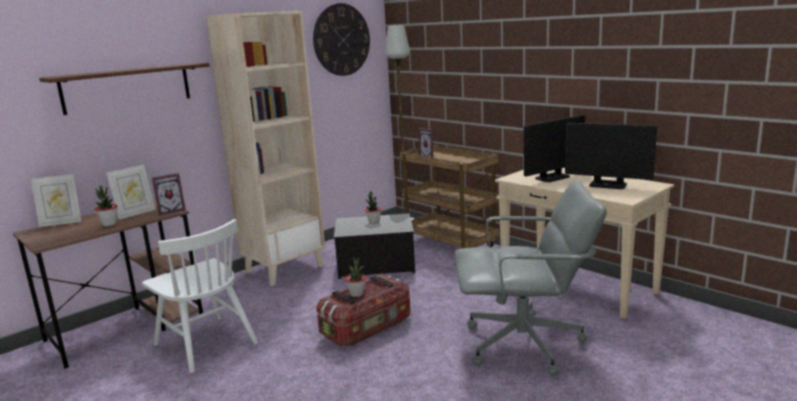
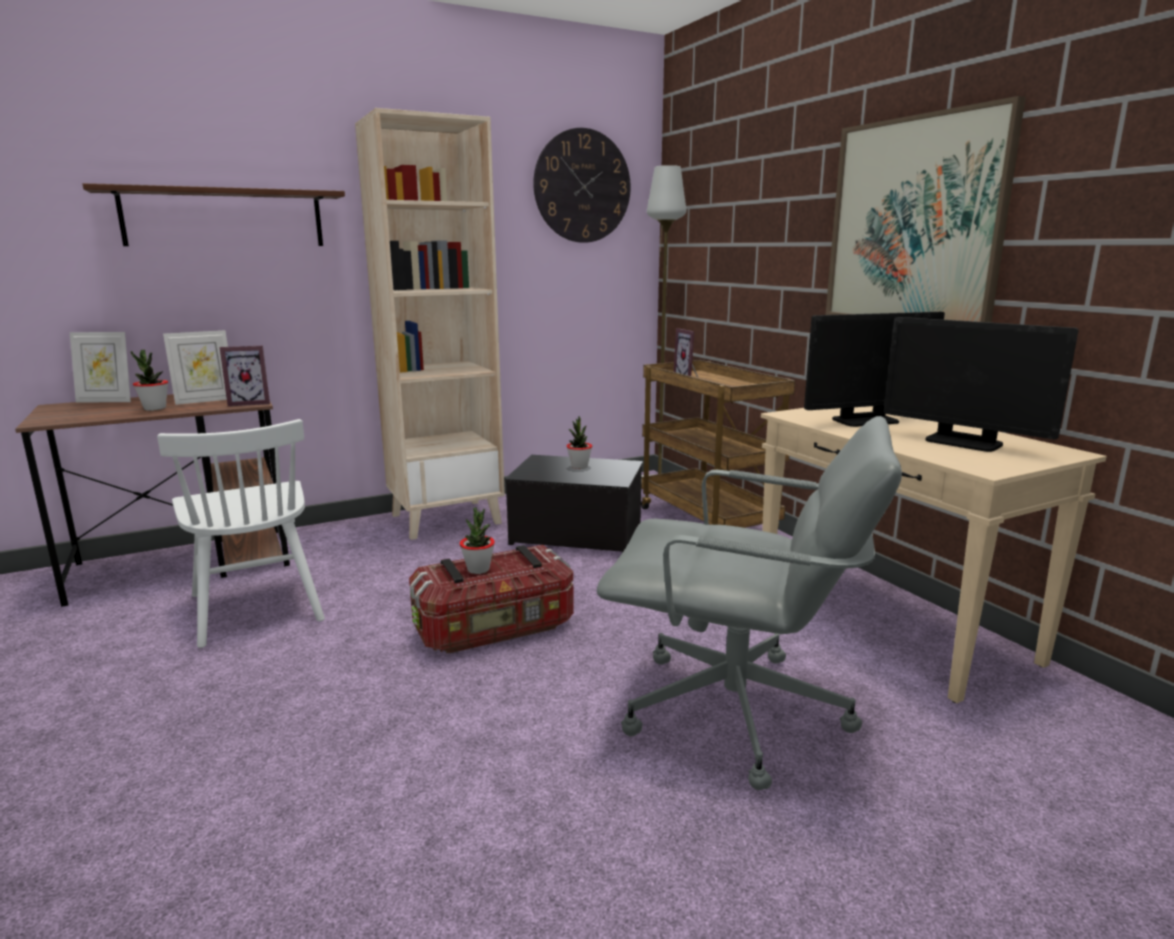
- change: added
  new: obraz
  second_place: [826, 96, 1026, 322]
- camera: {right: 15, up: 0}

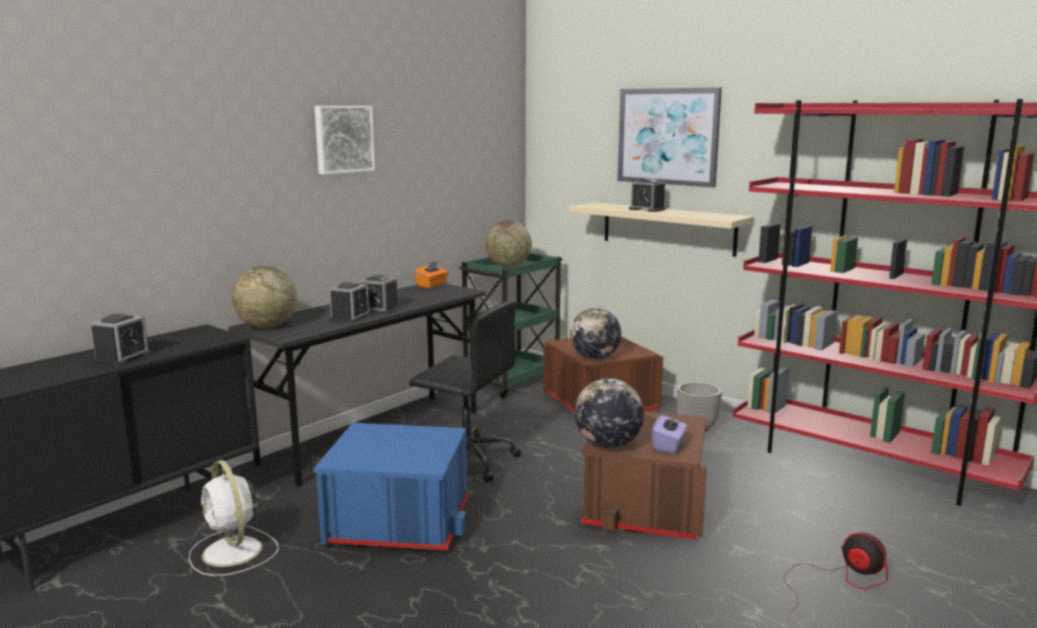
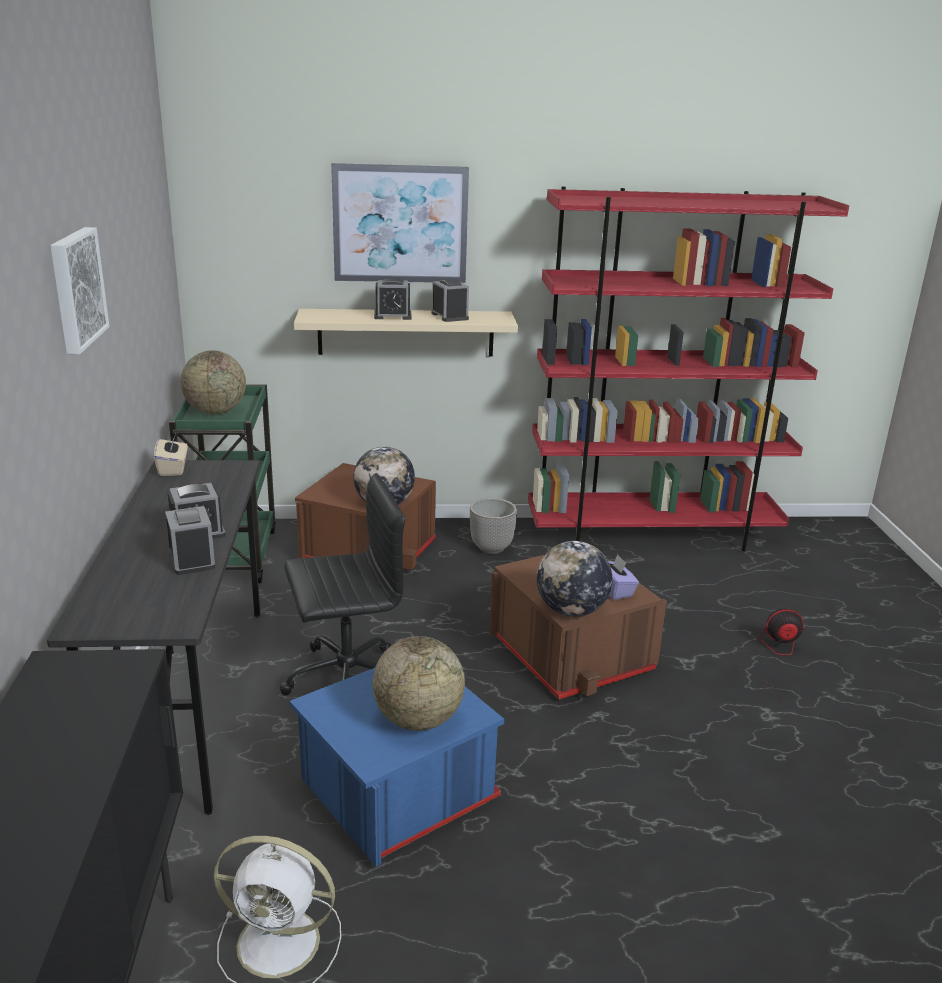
- change: moved
  old: budzik
  first_place: [90, 314, 151, 366]
  second_place: [432, 279, 469, 322]
- change: moved
  old: globus
  first_place: [232, 266, 297, 328]
  second_place: [372, 636, 465, 731]
- change: recoloured
  old: pudełko chusteczek [pomarańczowy]
  new: pudełko chusteczek [beżowy]
  first_place: [414, 261, 449, 288]
  second_place: [154, 434, 188, 476]
- camera: {right: -45, up: 10}

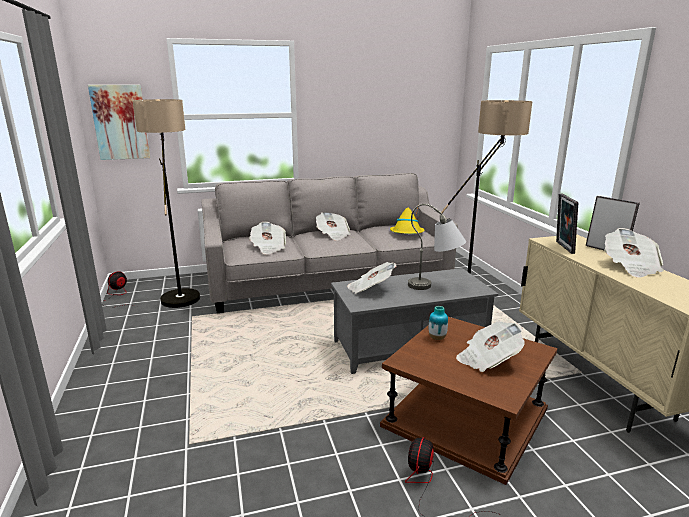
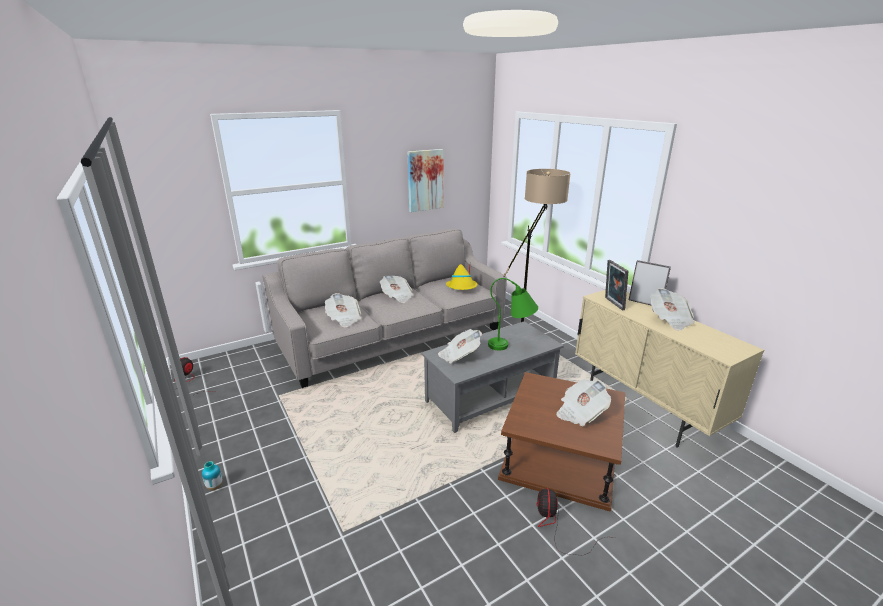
- change: removed
  old: lampa stojąca
  first_place: [132, 99, 200, 308]
- change: moved
  old: obraz
  first_place: [88, 85, 150, 160]
  second_place: [408, 149, 444, 212]
- change: moved
  old: wazon
  first_place: [429, 306, 448, 340]
  second_place: [202, 461, 223, 490]
- change: recoloured
  old: lampa stołowa [szary]
  new: lampa stołowa [zielony]
  first_place: [408, 204, 466, 290]
  second_place: [488, 278, 538, 351]
- camera: {right: -15, up: 5}

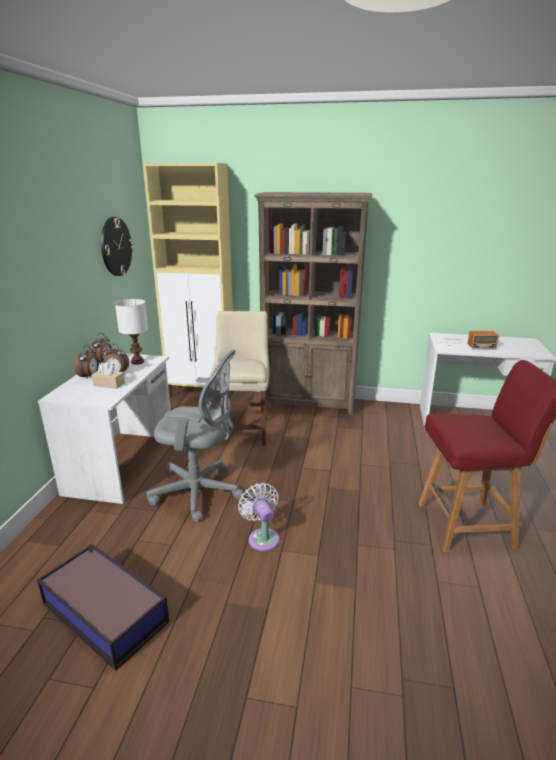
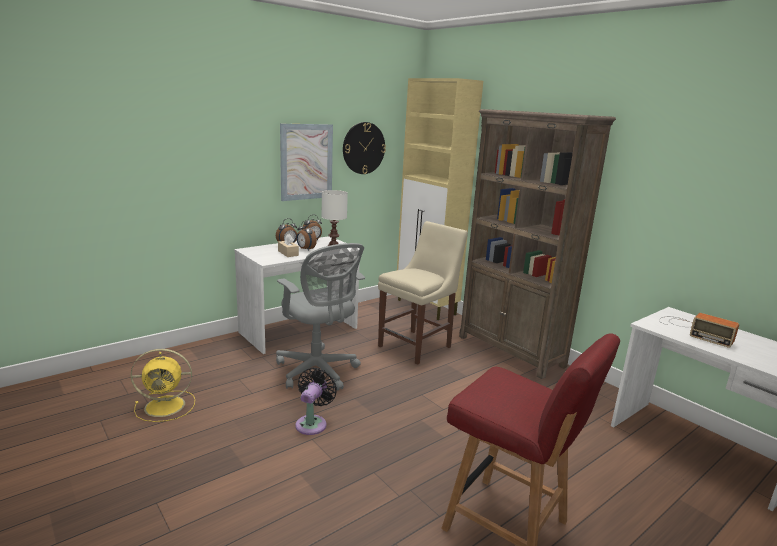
- change: added
  new: obraz
  second_place: [280, 124, 333, 201]
- change: replaced
  old: pojemnik do przechowywania
  new: wentylator [żółty]
  first_place: [37, 544, 169, 671]
  second_place: [130, 349, 195, 422]
- change: recoloured
  old: wentylator [biały]
  new: wentylator [czarny]
  first_place: [238, 483, 280, 552]
  second_place: [295, 368, 337, 435]
- camera: {right: 40, up: -5}

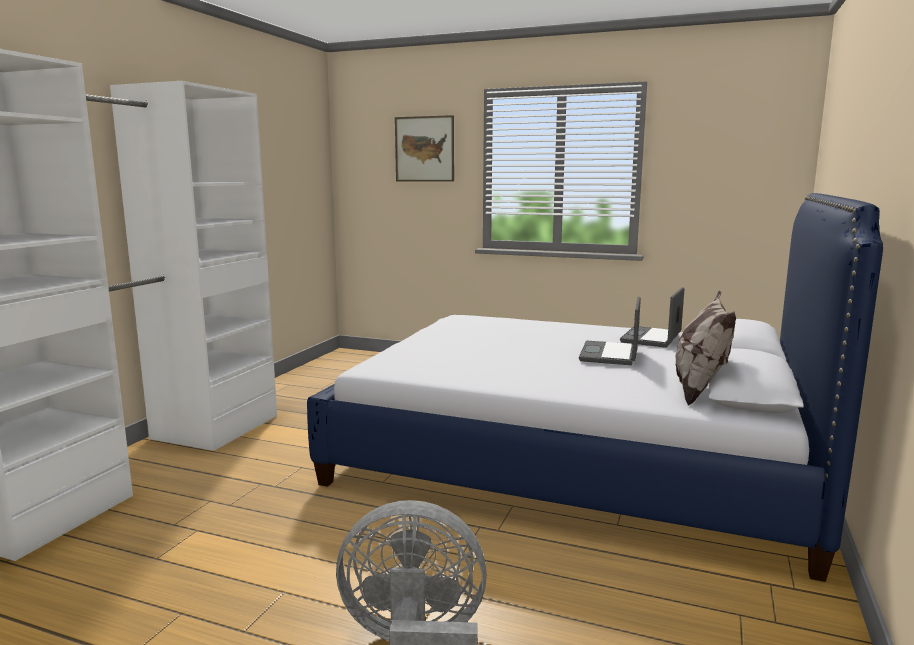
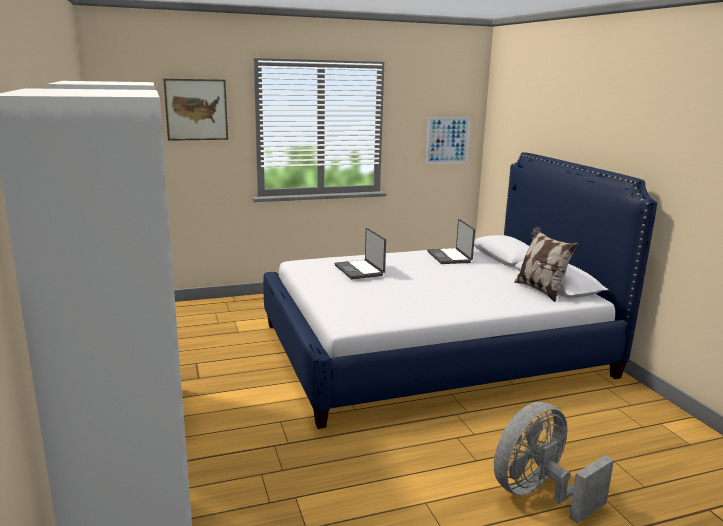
- change: added
  new: obraz
  second_place: [426, 117, 470, 164]
- change: moved
  old: laptop
  first_place: [579, 297, 641, 365]
  second_place: [334, 228, 386, 279]
- camera: {right: -40, up: 5}

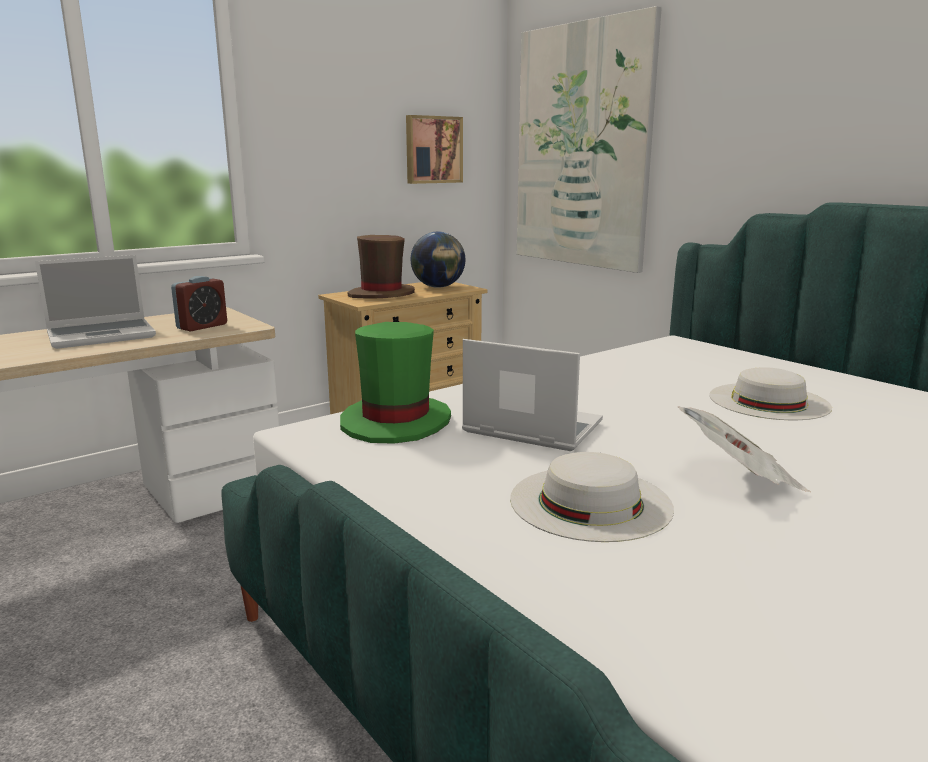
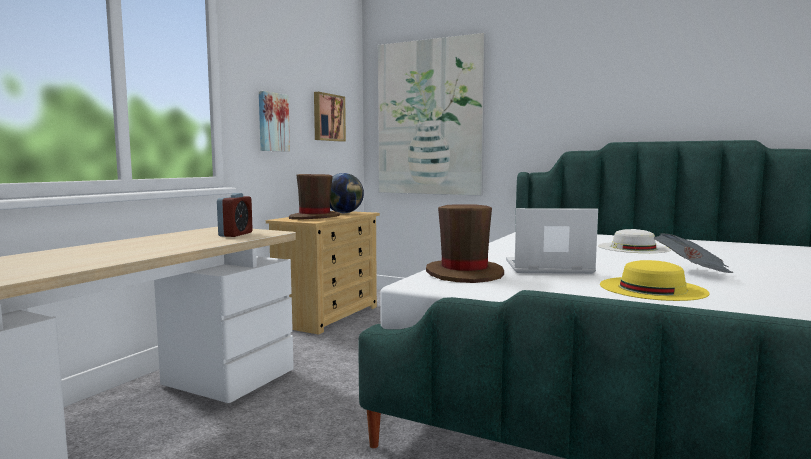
- change: removed
  old: laptop
  first_place: [35, 255, 156, 349]
- change: added
  new: obraz
  second_place: [259, 91, 290, 152]
- change: recoloured
  old: kapelusz [zielony]
  new: kapelusz [brązowy]
  first_place: [340, 322, 451, 444]
  second_place: [426, 204, 504, 283]
- change: recoloured
  old: kapelusz [biały]
  new: kapelusz [żółty]
  first_place: [510, 452, 674, 542]
  second_place: [600, 260, 710, 301]
- camera: {right: -25, up: -10}

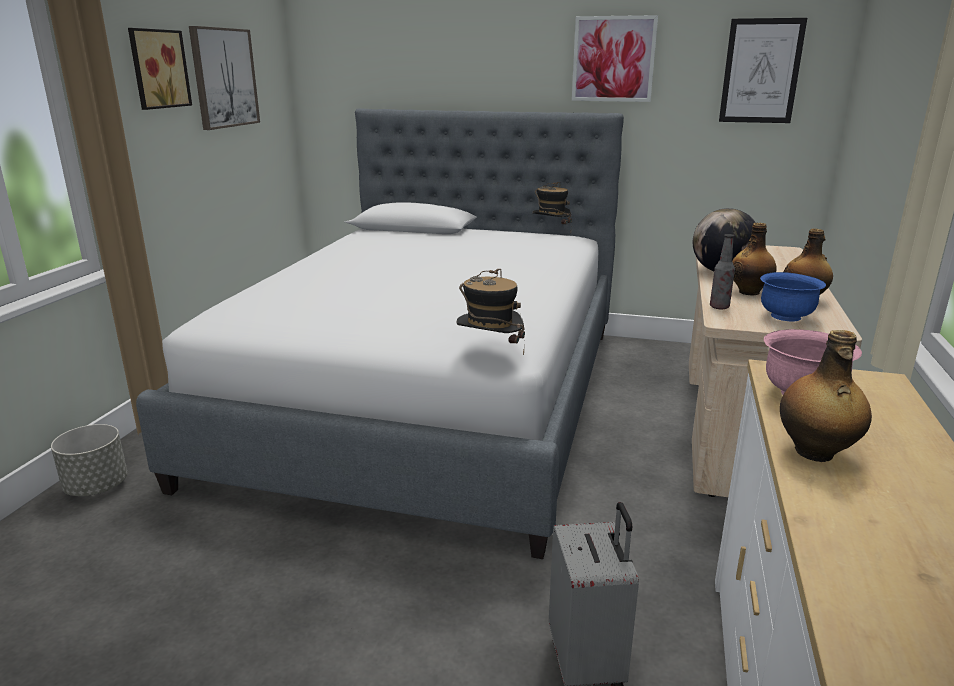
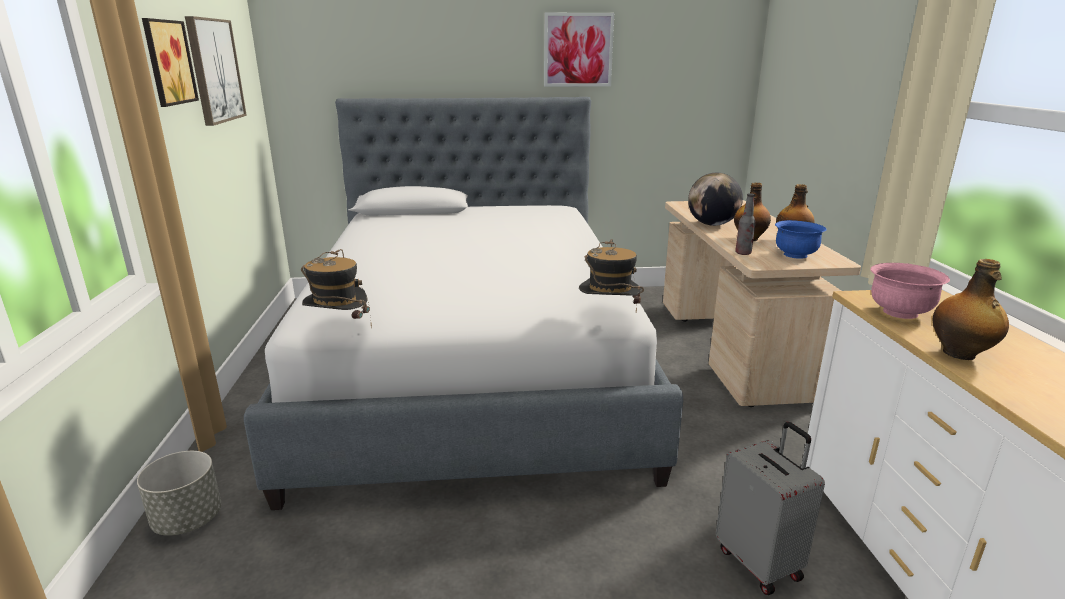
- change: removed
  old: obraz
  first_place: [719, 18, 807, 123]
- change: moved
  old: kapelusz
  first_place: [532, 182, 572, 225]
  second_place: [301, 249, 372, 328]
- camera: {right: -20, up: 0}

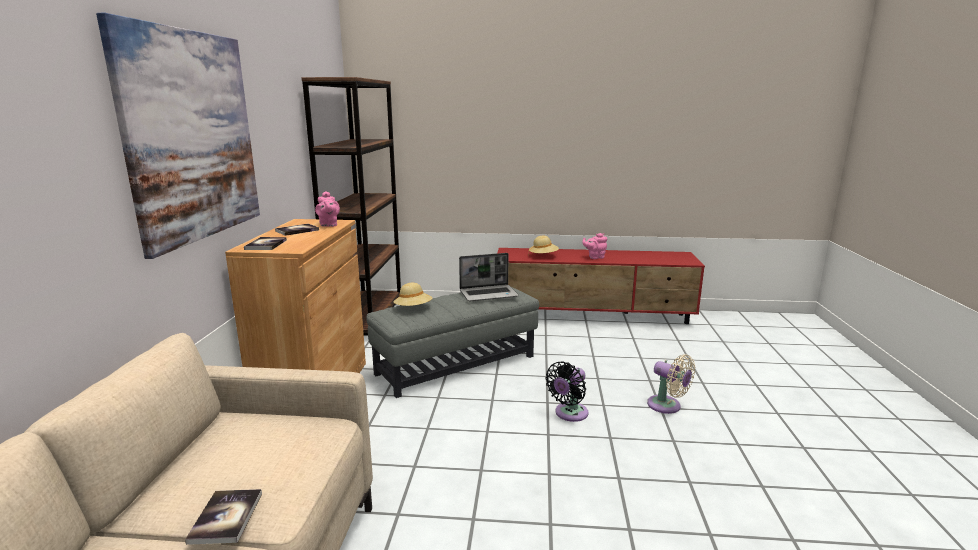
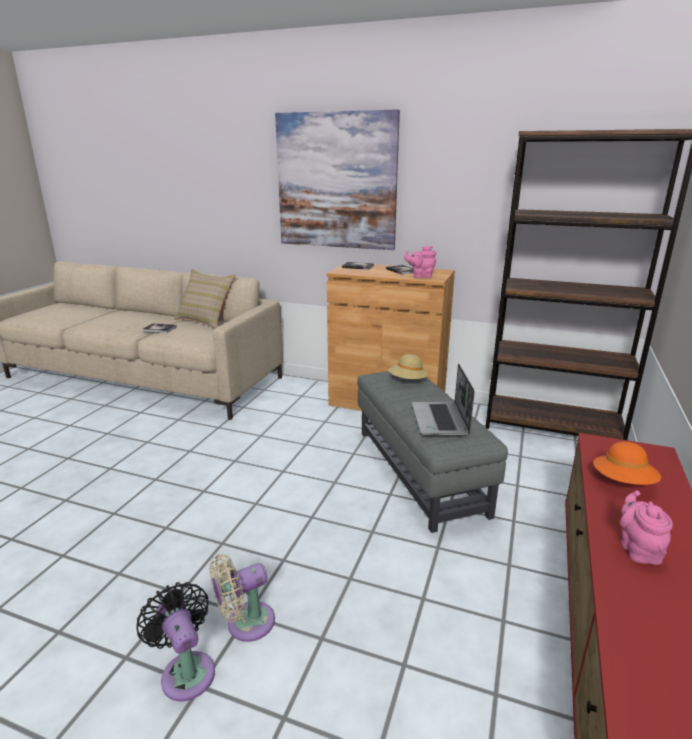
- change: added
  new: poduszka [beżowy]
  second_place: [174, 269, 236, 329]
- change: moved
  old: wentylator [czarny]
  first_place: [545, 361, 588, 422]
  second_place: [136, 582, 215, 701]
- change: recoloured
  old: kapelusz [beżowy]
  new: kapelusz [pomarańczowy]
  first_place: [529, 236, 559, 253]
  second_place: [593, 441, 661, 485]
- camera: {right: 105, up: 5}

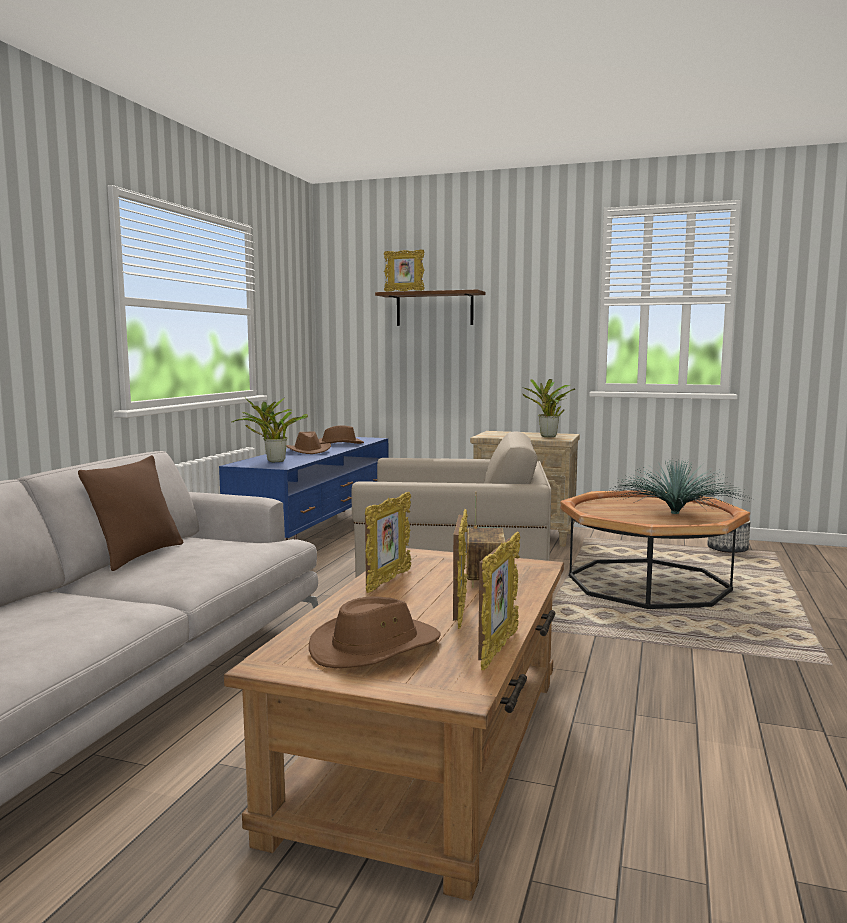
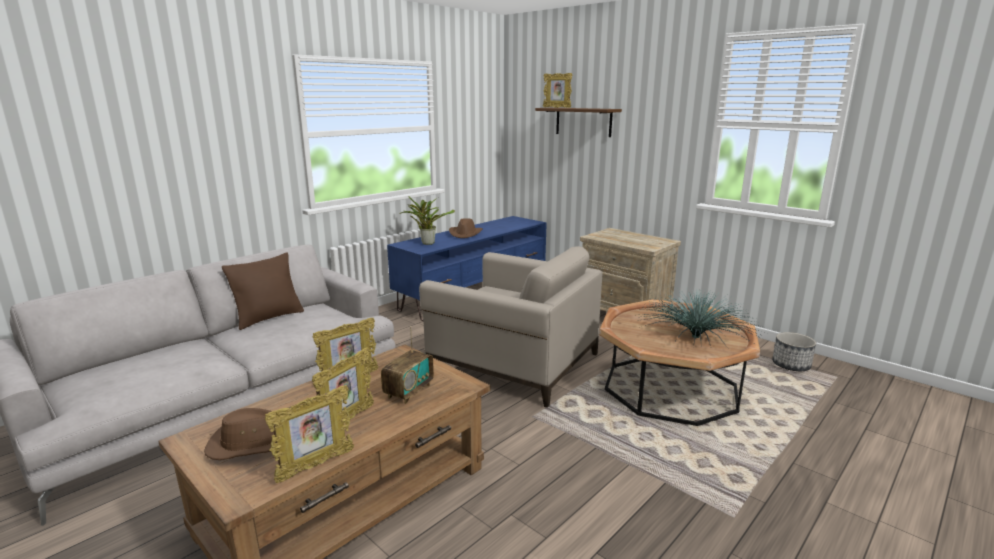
- change: removed
  old: kapelusz [brązowy]
  first_place: [319, 425, 364, 444]
- change: removed
  old: roślina doniczkowa
  first_place: [522, 379, 575, 437]
- camera: {right: 25, up: 10}

